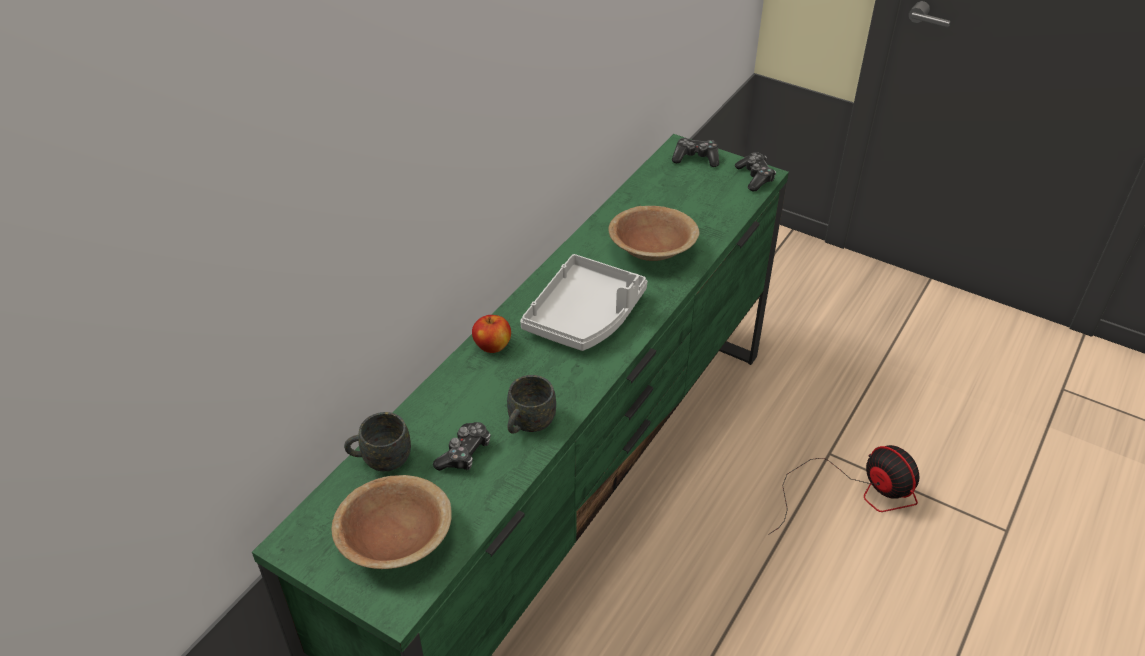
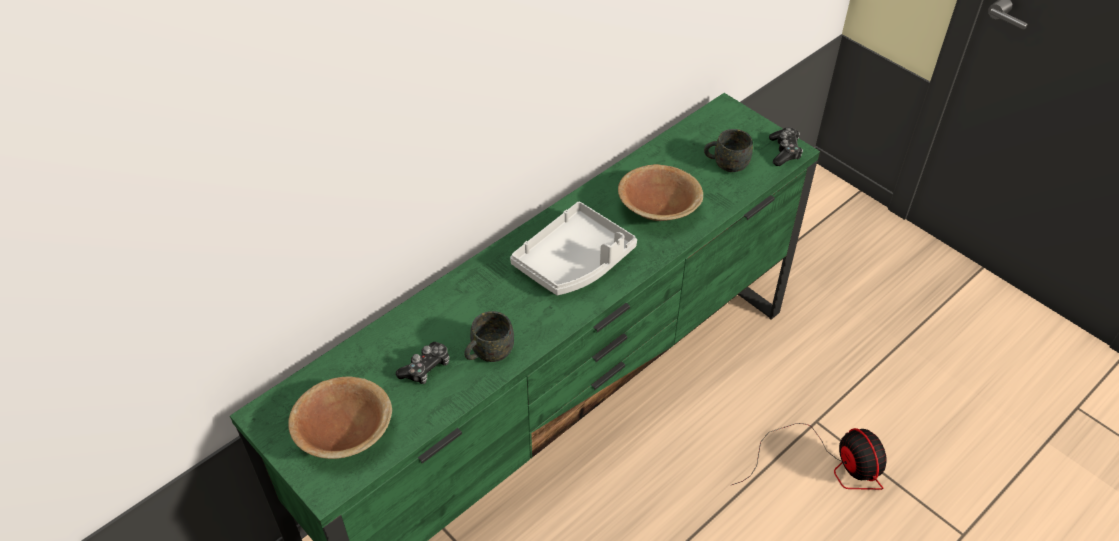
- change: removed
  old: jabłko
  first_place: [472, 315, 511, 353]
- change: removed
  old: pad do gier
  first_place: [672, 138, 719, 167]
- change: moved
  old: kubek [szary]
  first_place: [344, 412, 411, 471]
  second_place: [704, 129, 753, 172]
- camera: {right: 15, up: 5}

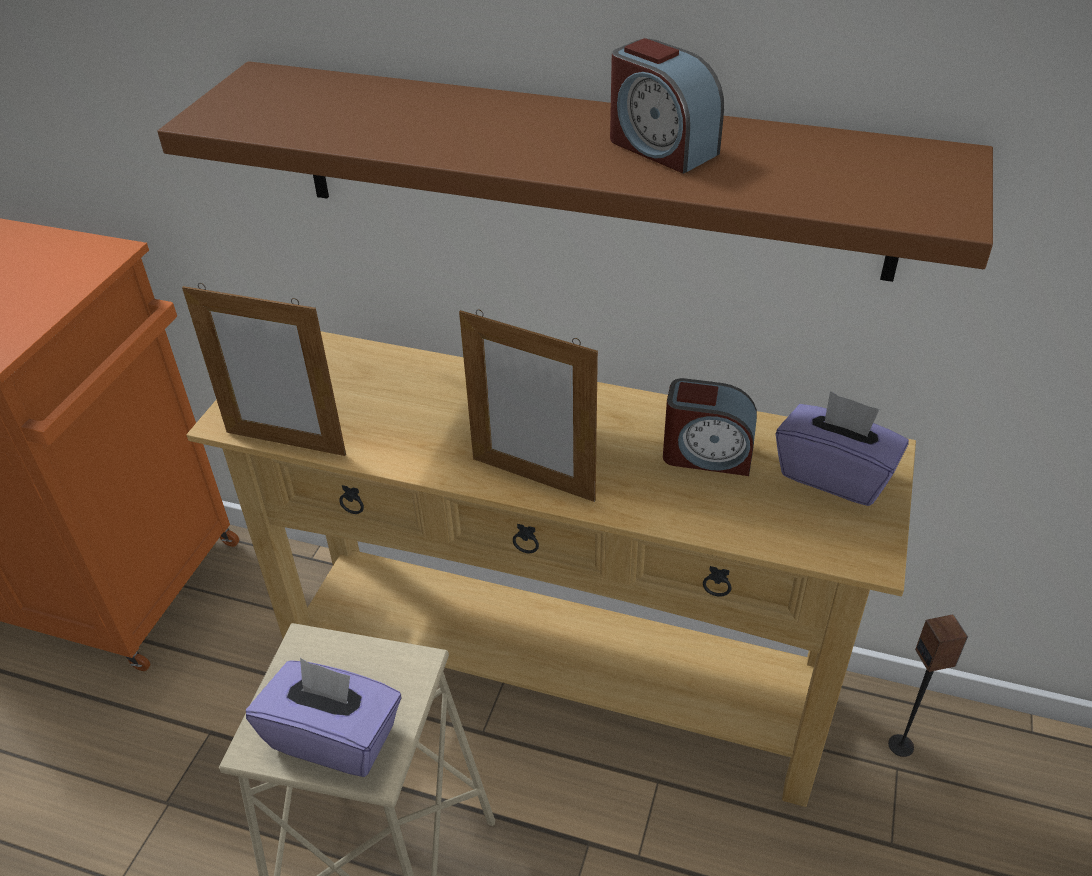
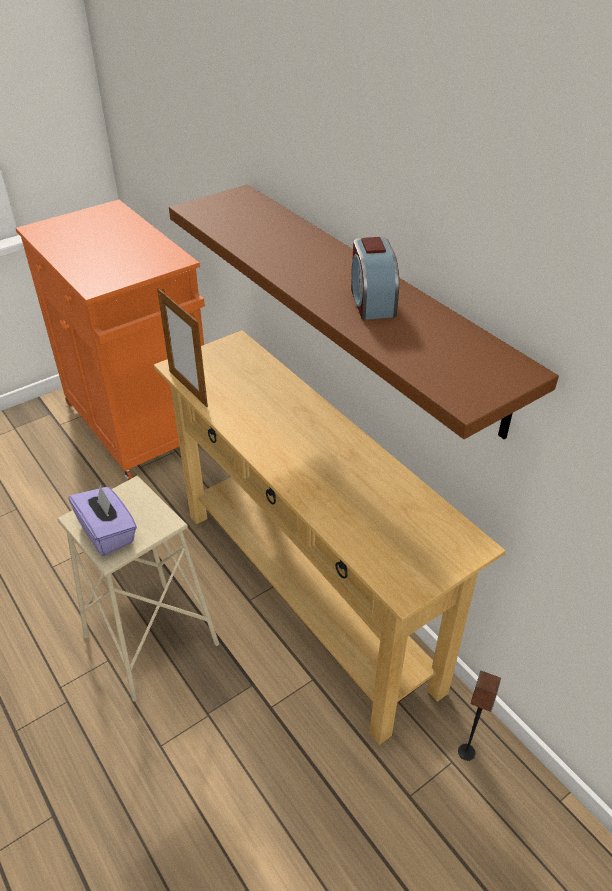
- change: removed
  old: ramka na zdjęcie
  first_place: [459, 310, 598, 502]
- change: removed
  old: budzik
  first_place: [663, 378, 757, 476]
- change: removed
  old: pudełko chusteczek [fioletowy]
  first_place: [776, 391, 909, 506]
- camera: {right: 35, up: 0}

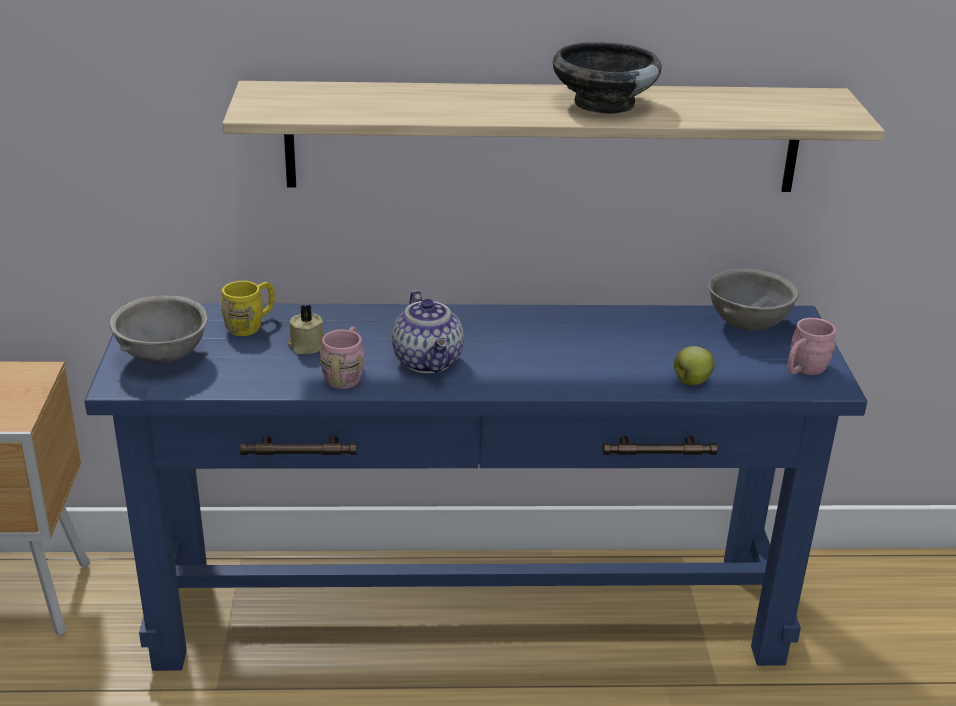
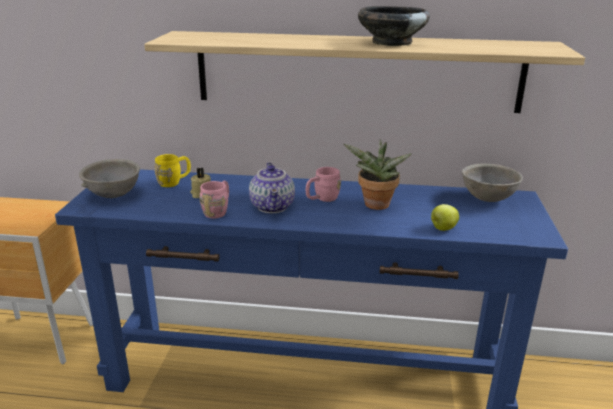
- change: added
  new: roślina doniczkowa
  second_place: [344, 139, 411, 210]
- change: moved
  old: kubek [różowy]
  first_place: [787, 318, 836, 375]
  second_place: [306, 167, 341, 202]
- camera: {right: 10, up: -5}

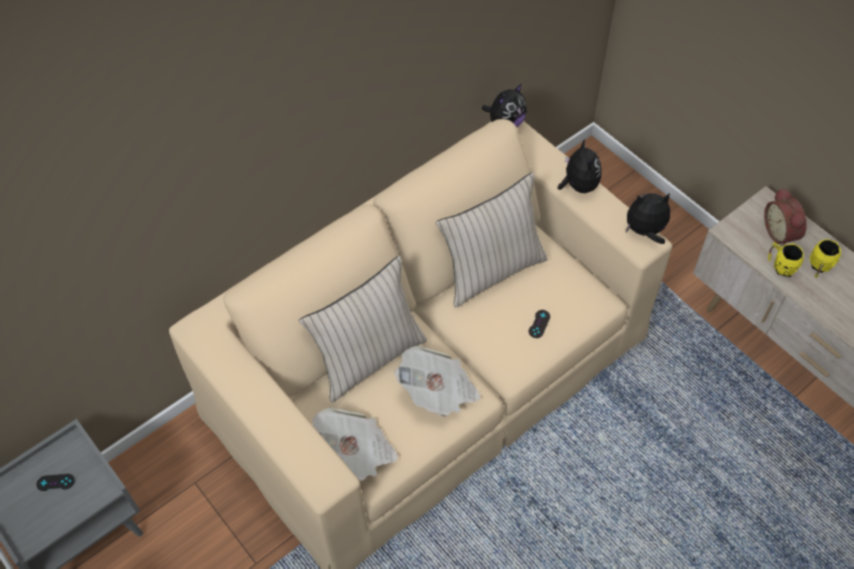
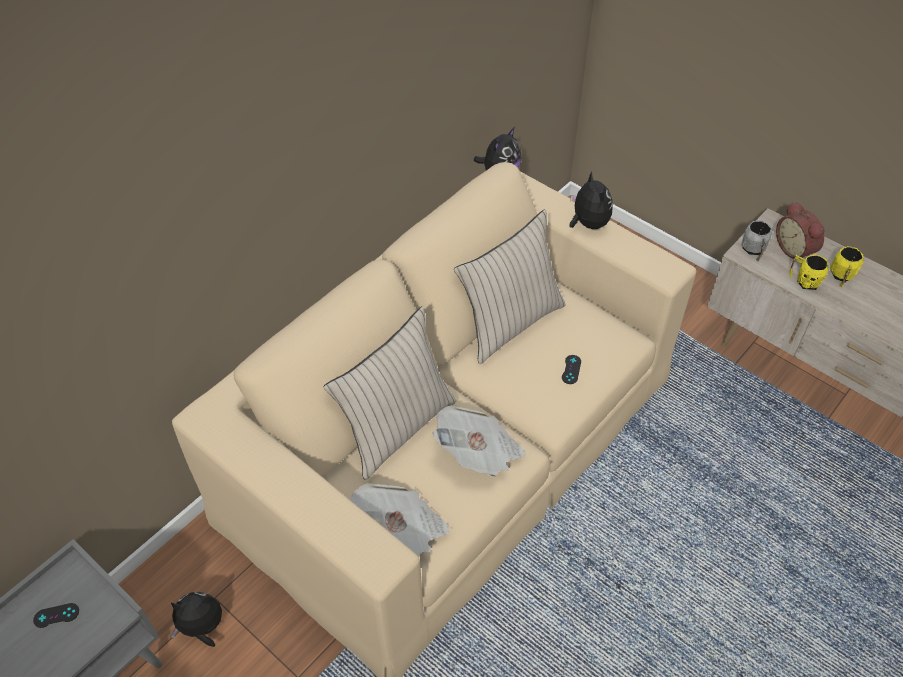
- change: added
  new: kubek [szary]
  second_place: [741, 221, 772, 261]
- change: moved
  old: pluszak
  first_place: [626, 193, 670, 244]
  second_place: [171, 592, 222, 647]
- camera: {right: -10, up: -5}

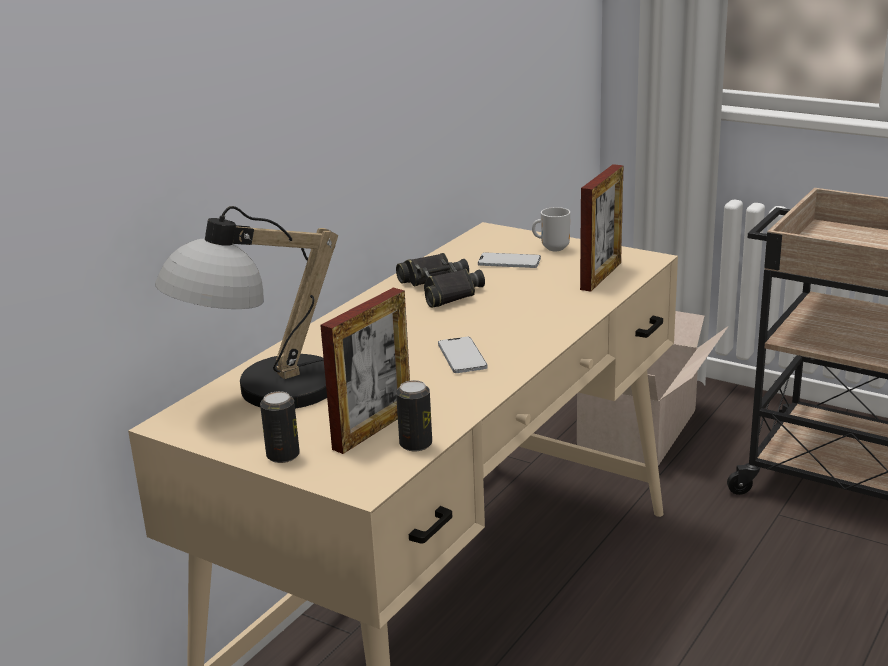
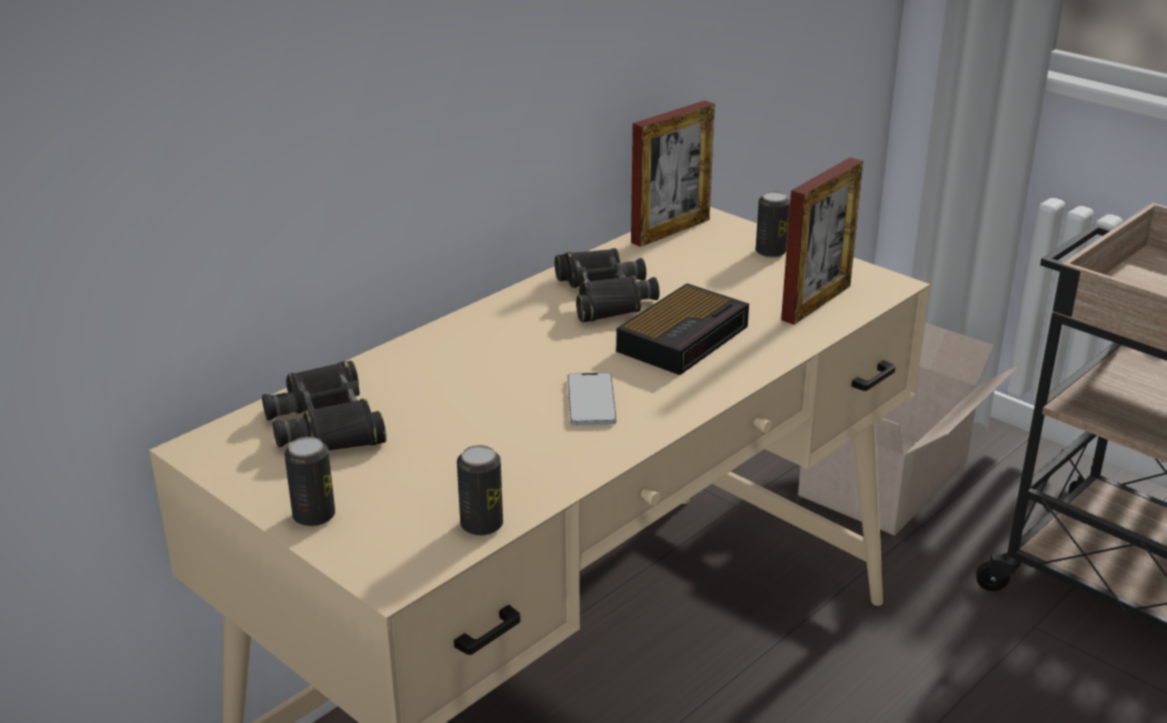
- change: removed
  old: telefon
  first_place: [478, 253, 541, 268]
- change: added
  new: budzik
  second_place: [616, 283, 749, 375]
- change: moved
  old: ramka na zdjęcie
  first_place: [320, 288, 410, 454]
  second_place: [631, 100, 715, 247]
- change: replaced
  old: lampa stołowa
  new: lornetka [czarny]
  first_place: [155, 206, 338, 409]
  second_place: [262, 361, 387, 451]
- change: replaced
  old: kubek
  new: puszka
  first_place: [532, 207, 570, 251]
  second_place: [756, 191, 790, 258]
- camera: {right: 10, up: 5}

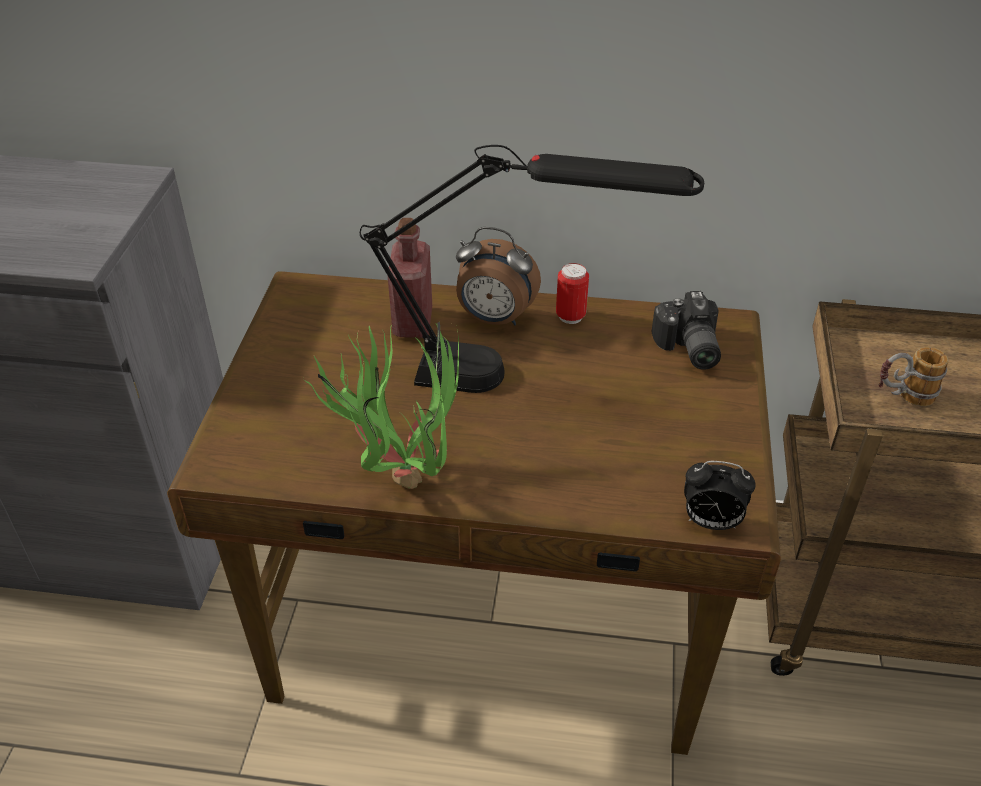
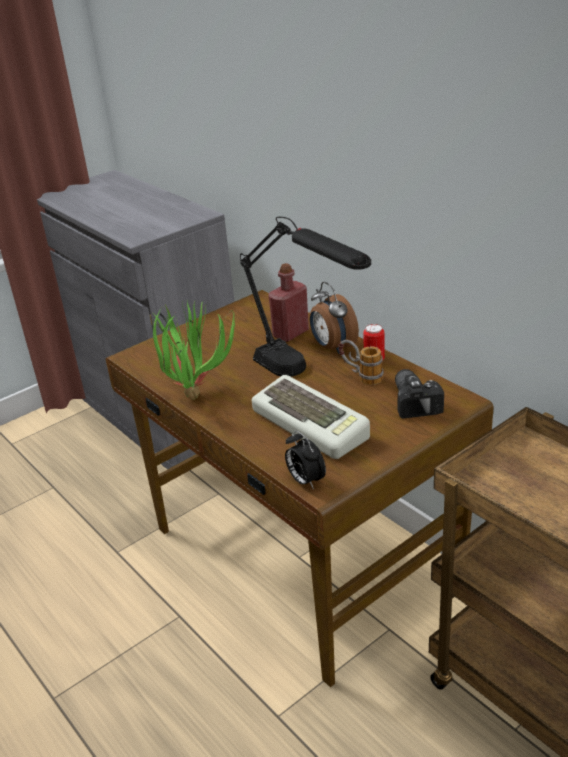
- change: added
  new: klawiatura
  second_place: [252, 375, 370, 459]
- change: moved
  old: kubek
  first_place: [879, 347, 948, 406]
  second_place: [338, 340, 384, 385]
- change: turned
  old: aparat fotograficzny
  first_place: [651, 291, 721, 370]
  second_place: [395, 369, 444, 418]
  degrees: 135
- camera: {right: 45, up: -10}

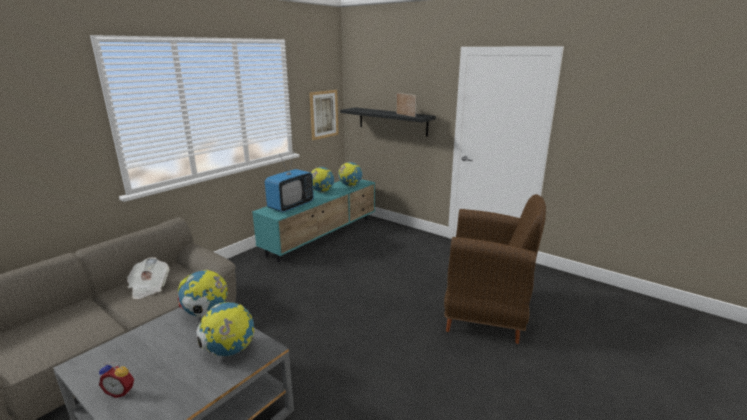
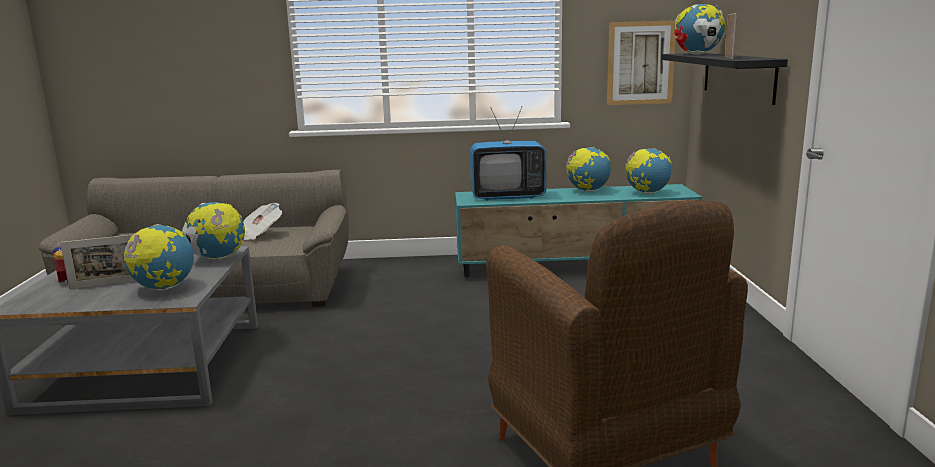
- change: added
  new: ramka na zdjęcie
  second_place: [60, 234, 135, 289]
- change: added
  new: globus
  second_place: [674, 4, 726, 55]
- camera: {right: 50, up: -5}

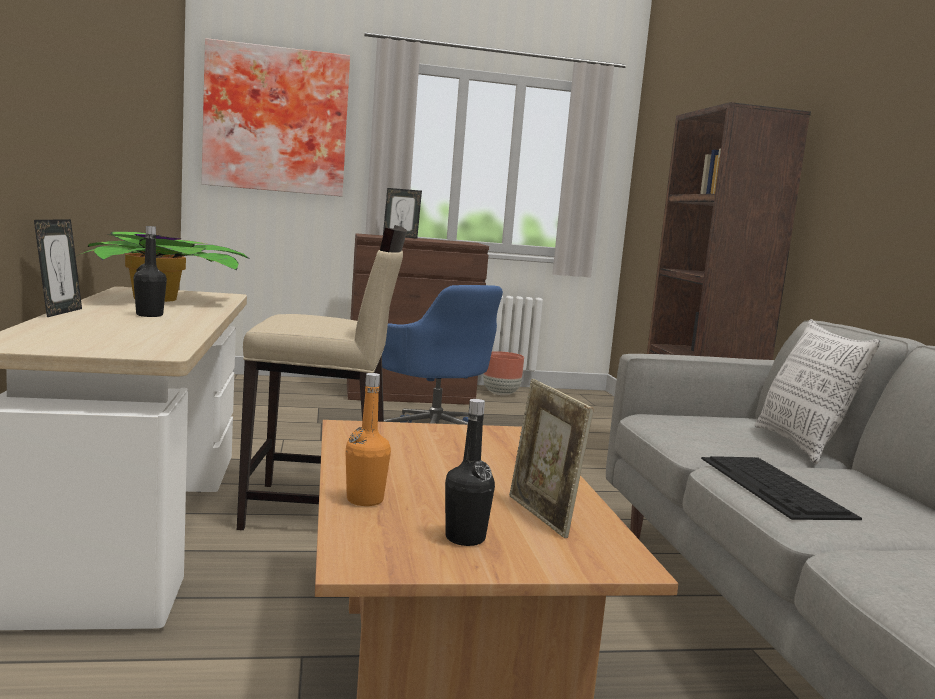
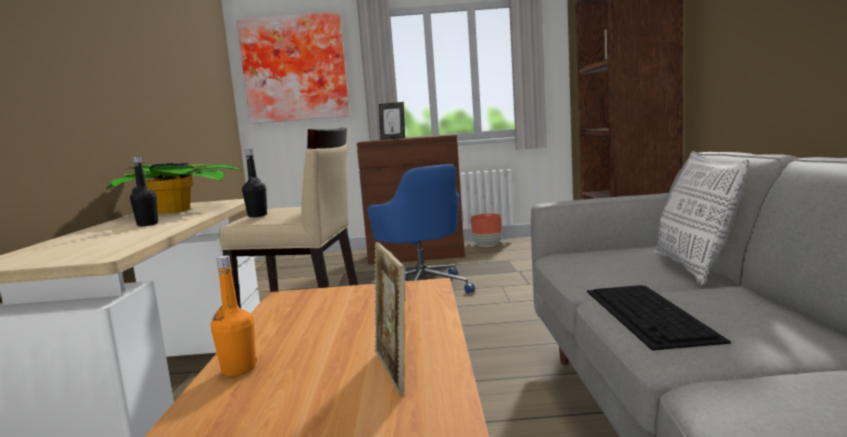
- change: removed
  old: ramka na zdjęcie
  first_place: [34, 219, 82, 317]
- change: moved
  old: butelka [czarny]
  first_place: [445, 399, 495, 546]
  second_place: [242, 149, 267, 217]
- camera: {right: 10, up: 0}

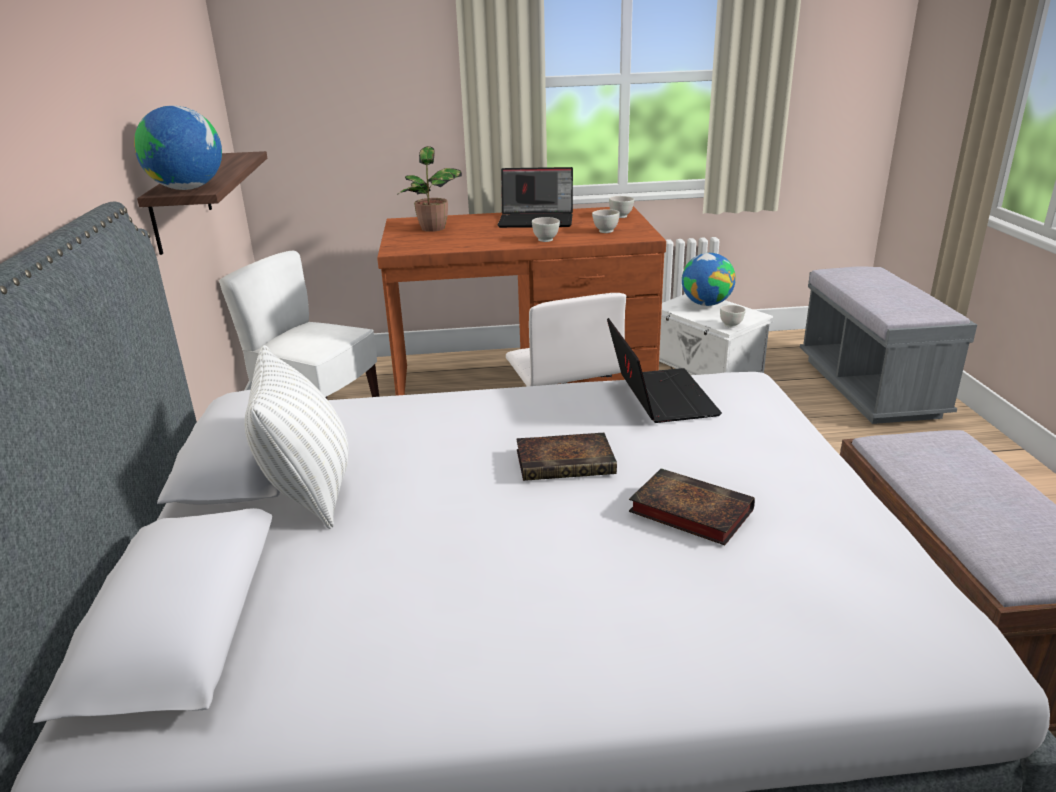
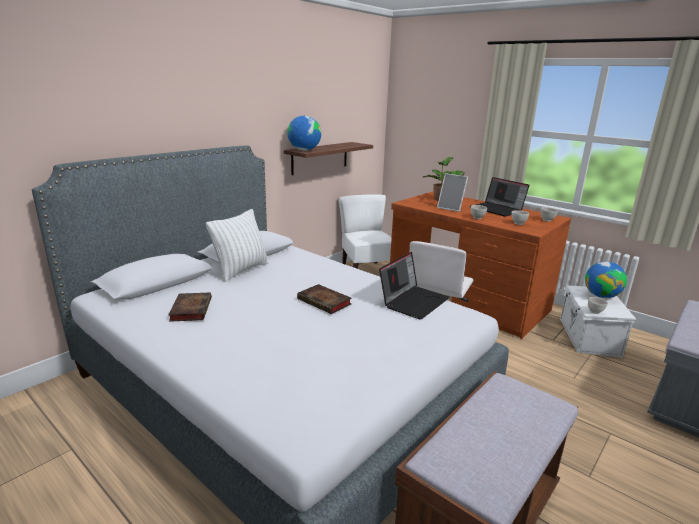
- change: added
  new: ramka na zdjęcie
  second_place: [437, 173, 468, 212]
- change: moved
  old: książka
  first_place: [629, 468, 755, 546]
  second_place: [168, 293, 212, 322]
- camera: {right: 45, up: -5}

